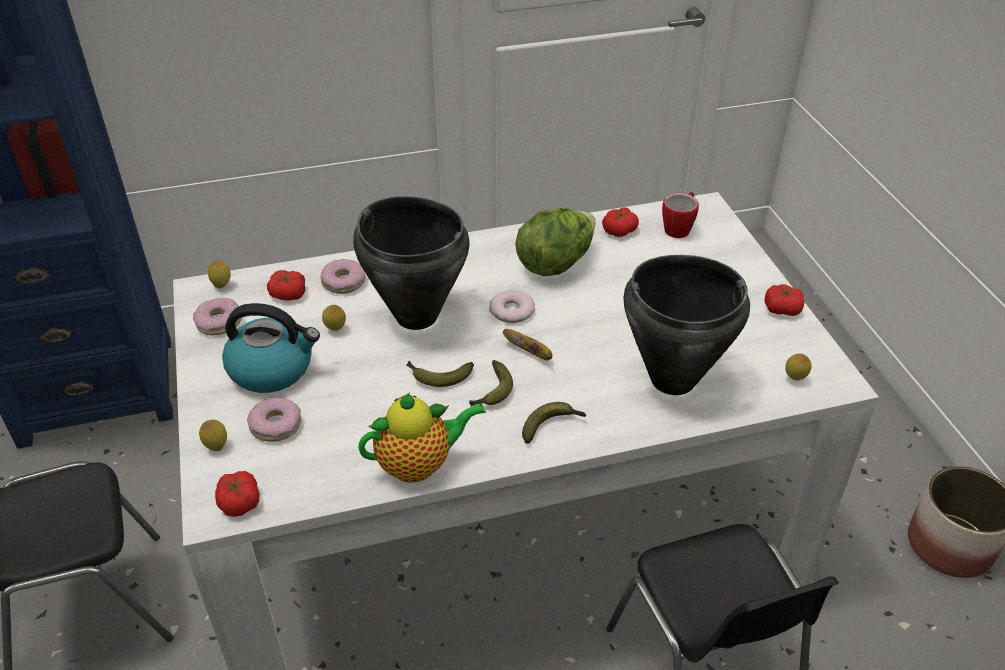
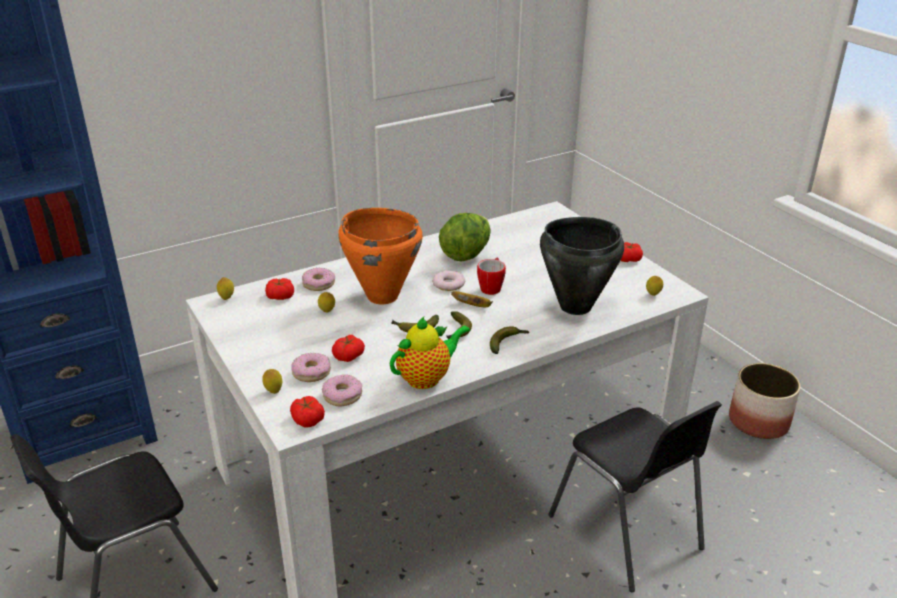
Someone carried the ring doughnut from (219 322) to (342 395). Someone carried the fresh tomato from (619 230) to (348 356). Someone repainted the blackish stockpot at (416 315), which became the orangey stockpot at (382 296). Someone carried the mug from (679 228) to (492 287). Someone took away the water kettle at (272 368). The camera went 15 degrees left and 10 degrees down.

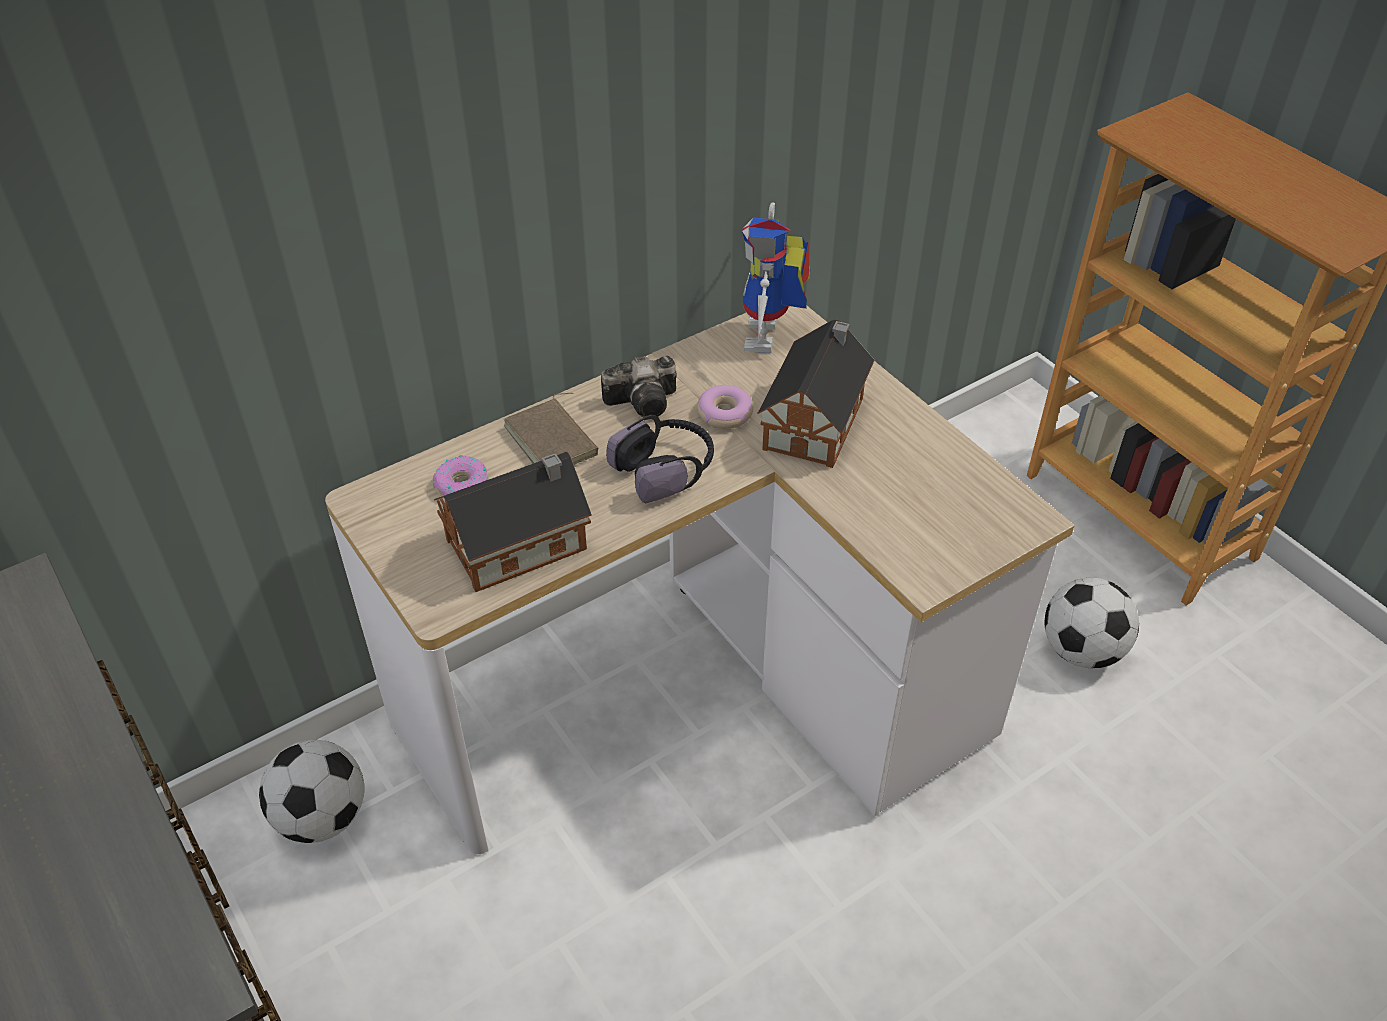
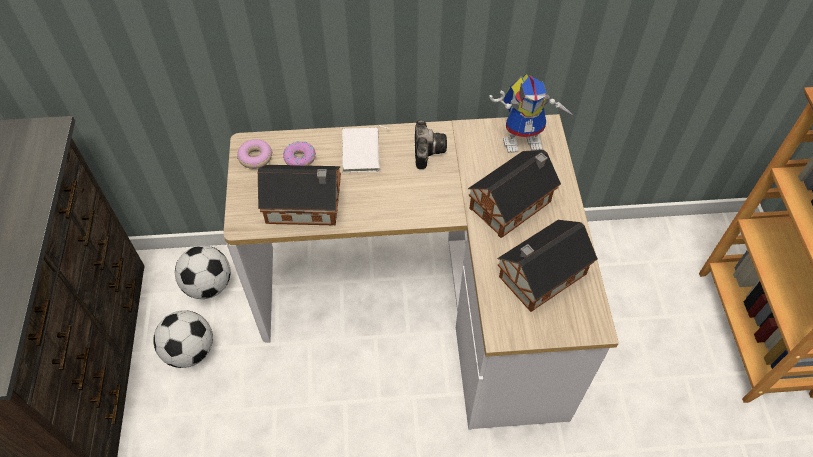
Someone carried the ball for football from (1081 650) to (190 350). Someone carried the ring doughnut from (724 413) to (255 157). Someone repainted the brownish book at (554 440), which became the whitish book at (363 152). Someone rotated the photo camera at (646 401) by 105 degrees counterclockwise. Someone rotated the model robot at (770 339) by 135 degrees counterclockwise. Someone put down the model house at (539 276). Someone took away the headphones at (665 470). The camera went 30 degrees right and 10 degrees up.

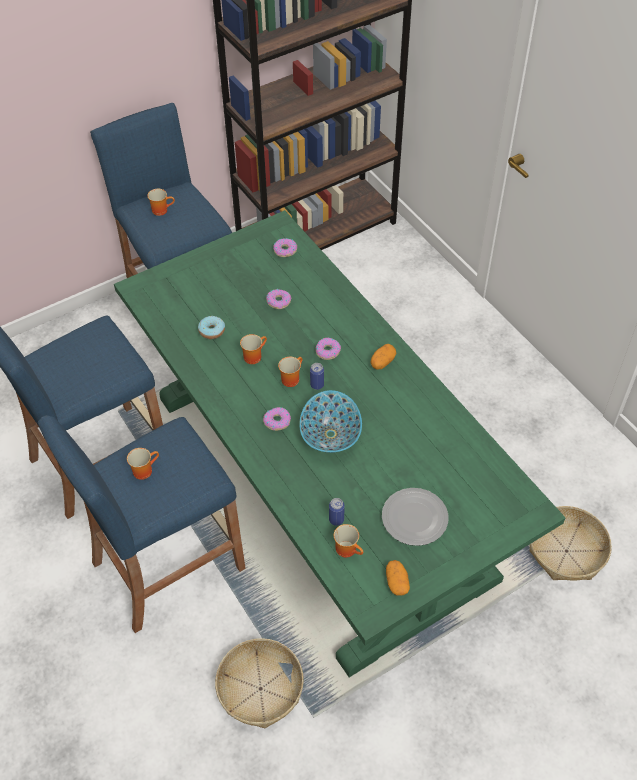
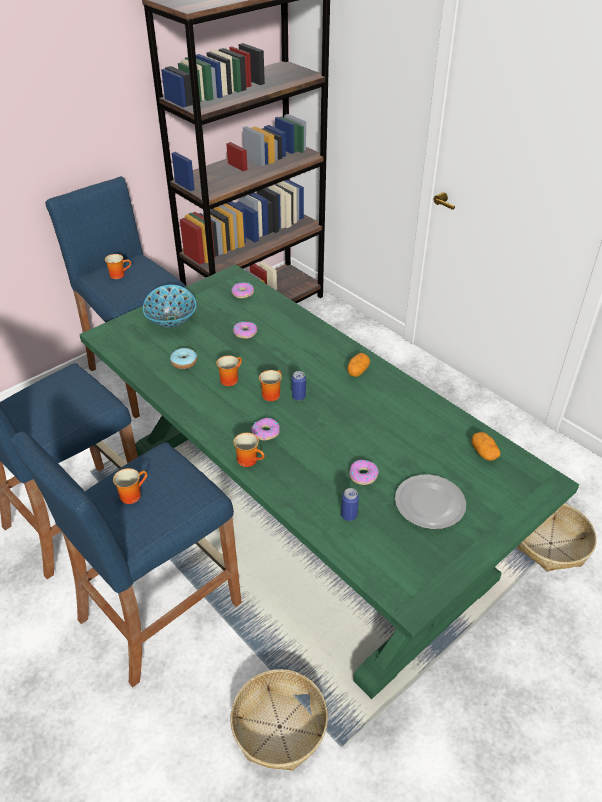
Someone carried the serving bowl from (330 435) to (171 320). Someone carried the mug from (348 549) to (250 460). Someone carried the ring doughnut from (327 351) to (363 475). Someone carried the potato from (397 582) to (483 453). The camera went 10 degrees left and 10 degrees down.

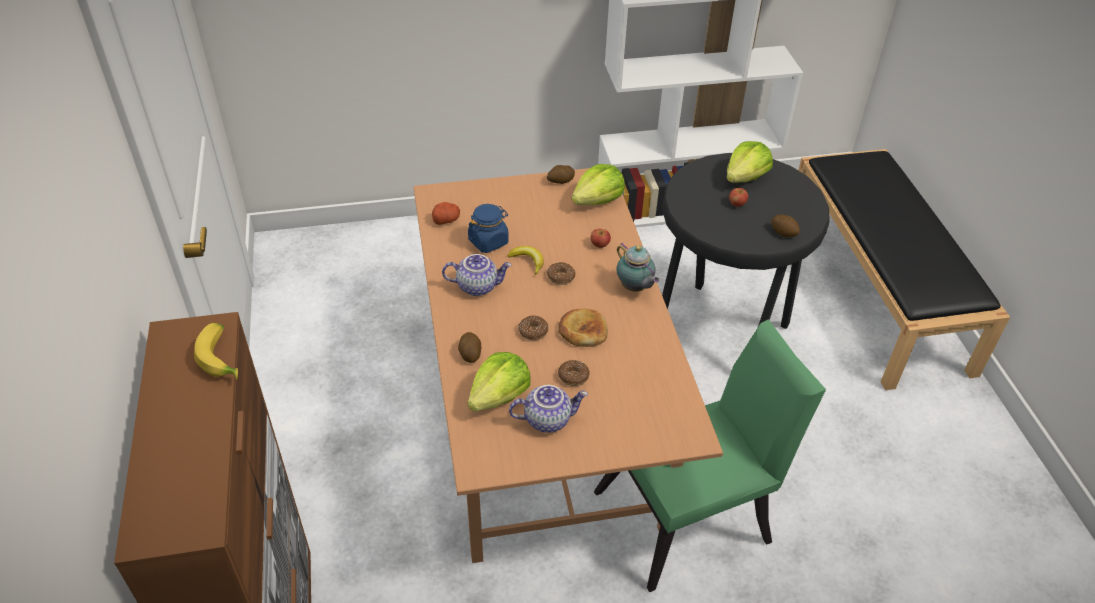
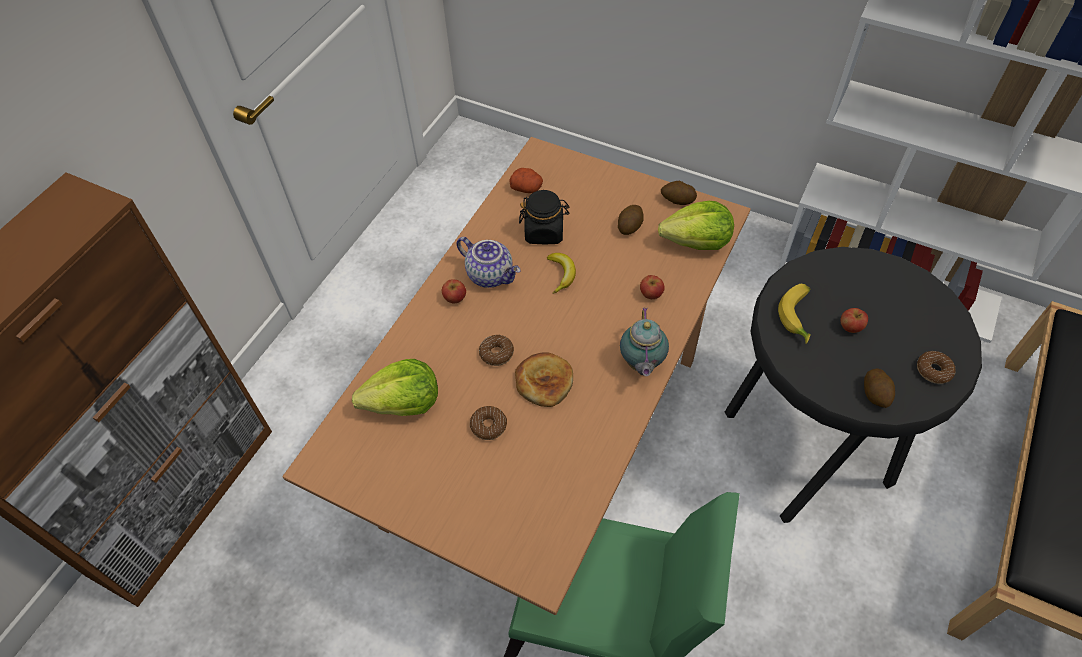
Someone put down the whole apple at (455 298). Someone repainted the blue jar at (488 241), which became the blackish jar at (544 232). Someone carried the potato from (470 354) to (629 226). Someone carried the whole banana from (223 358) to (799 317). Someone carried the ring doughnut from (561 277) to (933 370). Someone took away the tea pot at (548 419). Someone took away the lettuce head at (745 177). The camera went 40 degrees right and 10 degrees up.

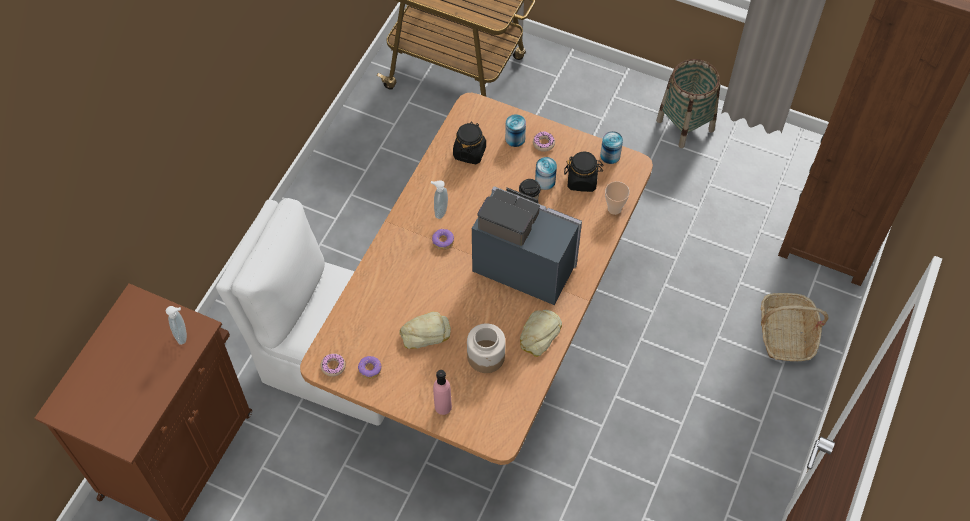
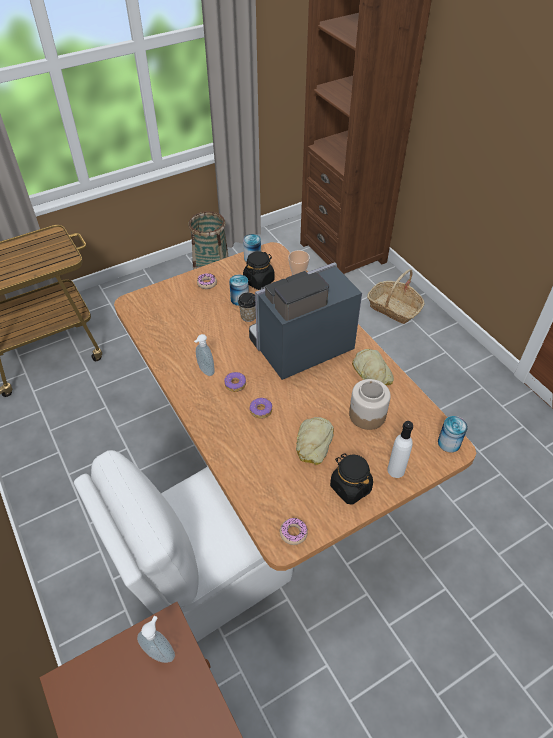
Someone carried the ring doughnut from (370 369) to (260 410). Someone carried the blackish jar from (469 152) to (350 487). Someone repainted the pink drink bottle at (443 407), which became the whitish drink bottle at (396 470). Someone carried the metal can from (515 138) to (449 443). The camera went 55 degrees left and 10 degrees down.

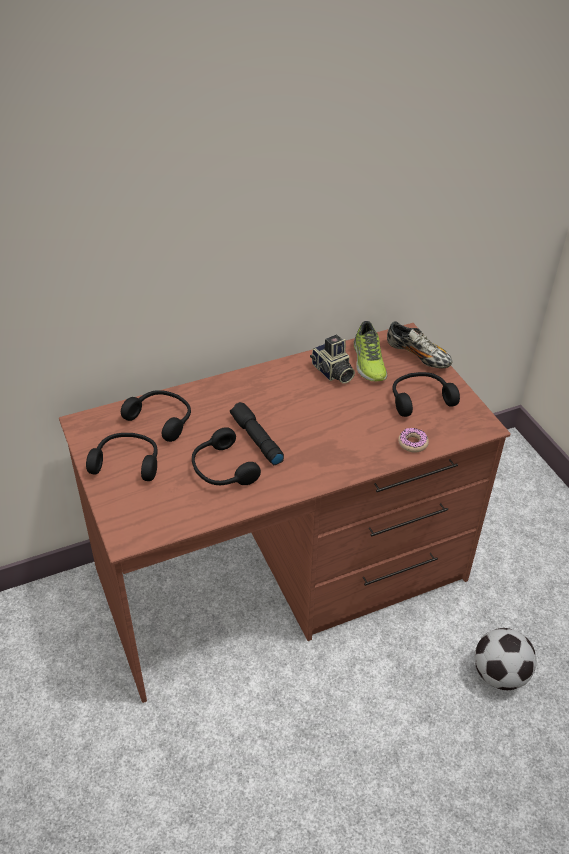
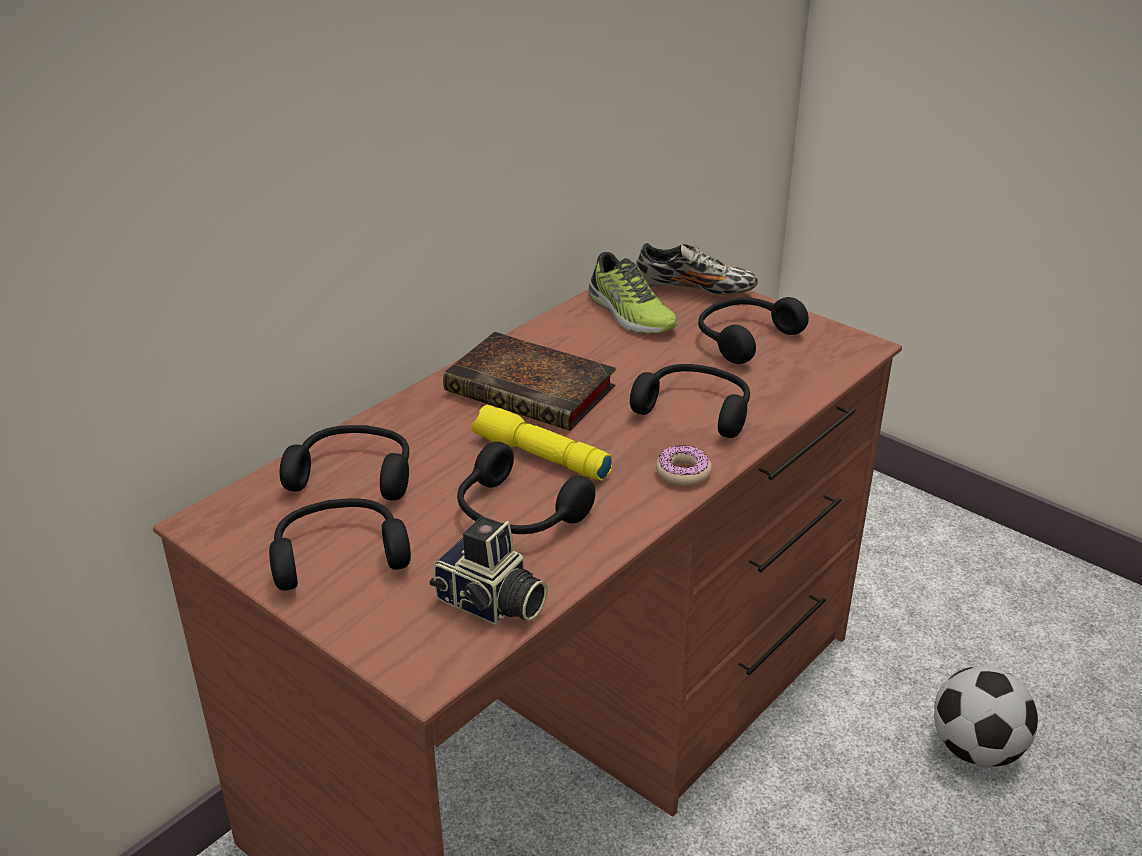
Someone carried the photo camera from (332 372) to (490 604). Someone put down the book at (534 390). Someone repainted the blackish hand torch at (256 439), which became the yellow-coloured hand torch at (540 456). Someone put down the blackish headphones at (696 409). Someone carried the ring doughnut from (413 443) to (683 472). The camera went 25 degrees left and 10 degrees down.

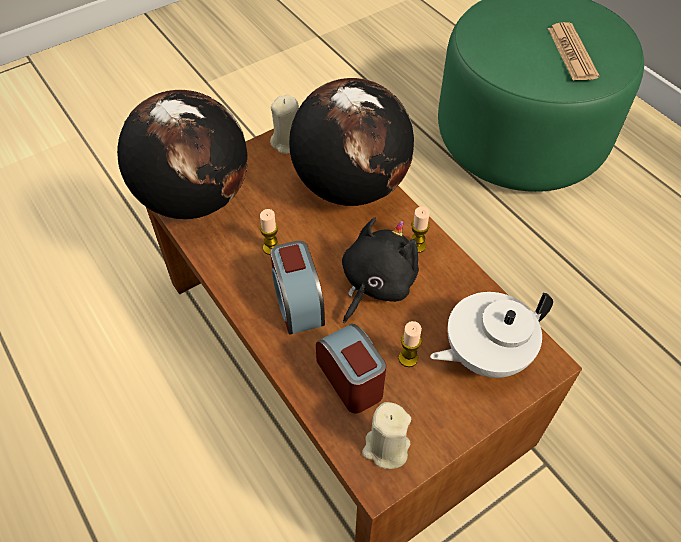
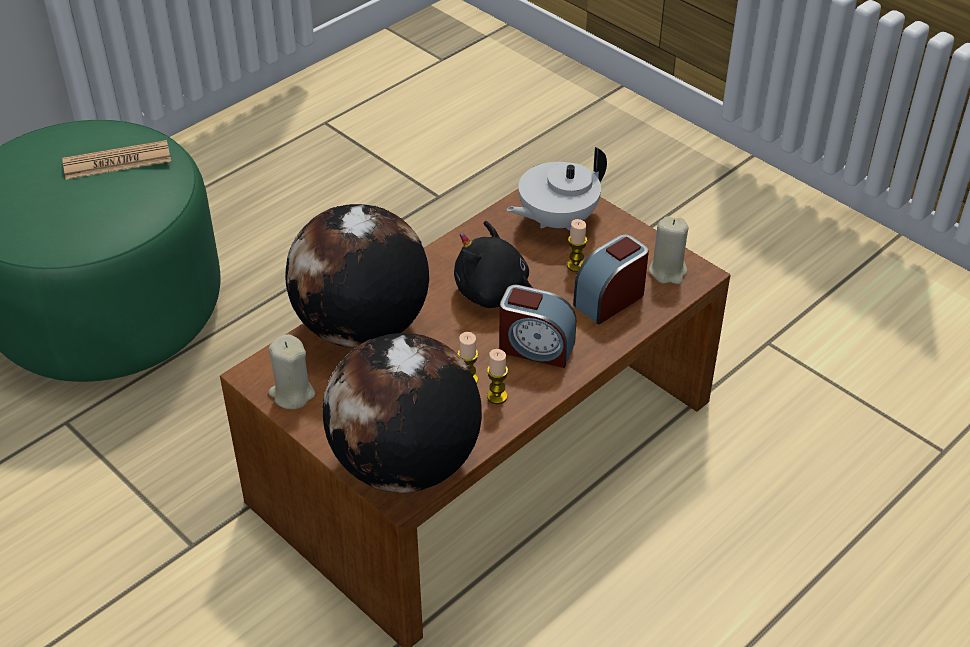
Someone carried the wax light from (417 245) to (497 396). Someone rotated the bedside clock at (298 303) by 45 degrees clockwise. Someone rotated the whitish tea pot at (484 354) by 90 degrees clockwise. The camera went 100 degrees left and 10 degrees down.

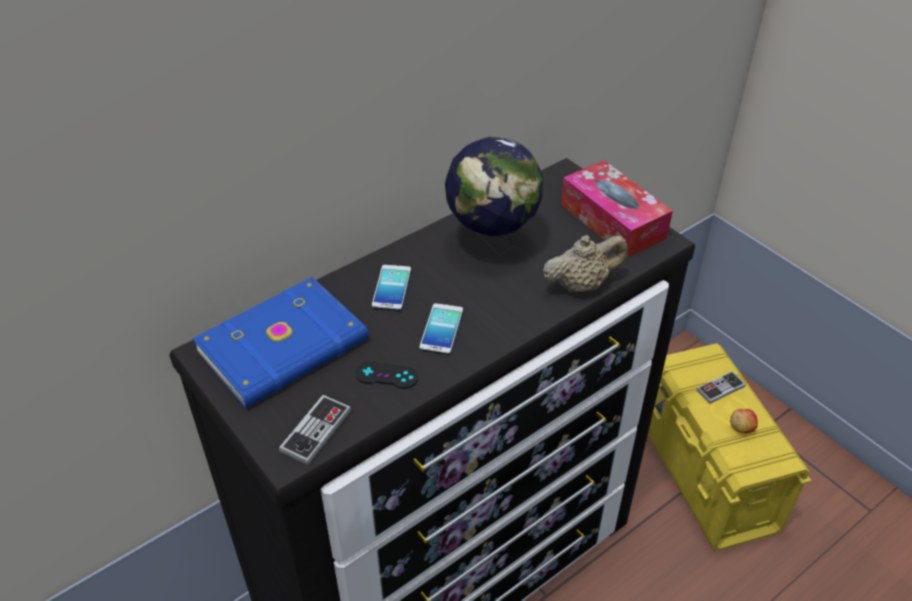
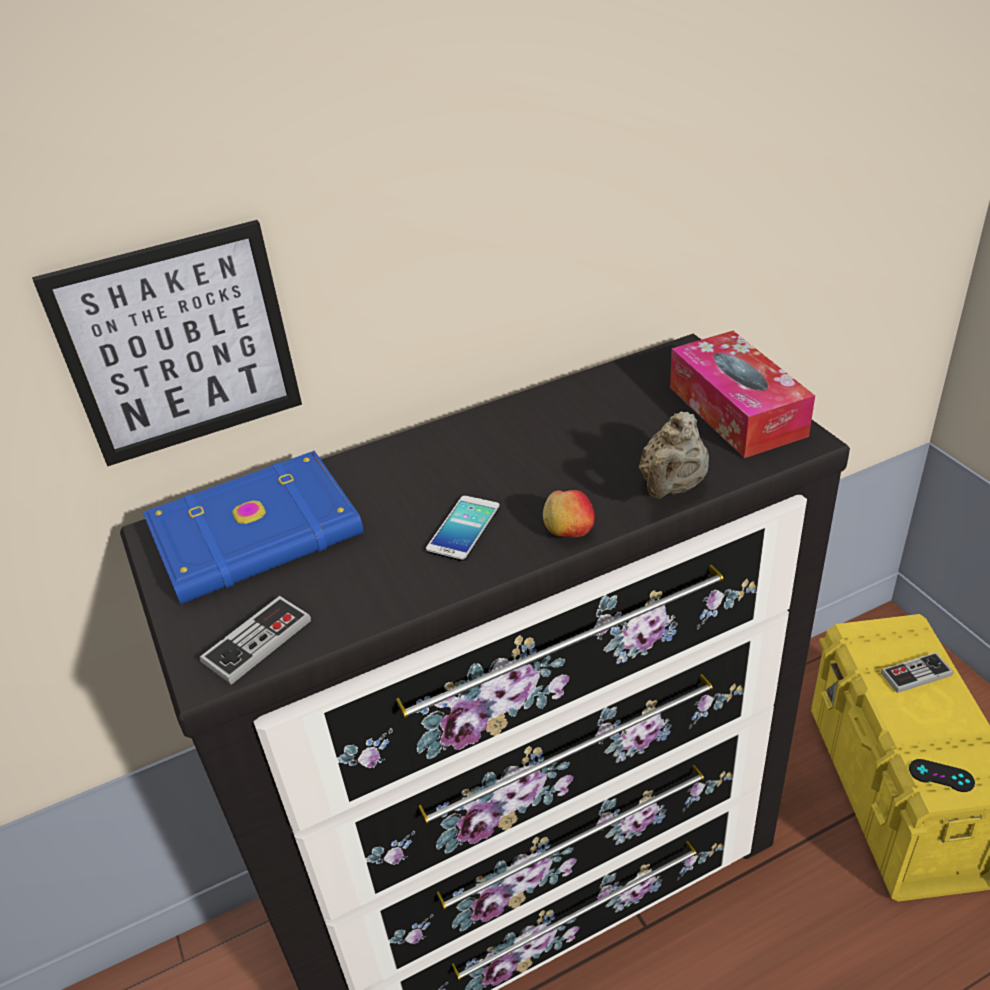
Someone put up the picture at (179 345). Someone carried the whole apple from (741 427) to (568 530). Someone rotated the sand-coloured tea pot at (582 284) by 120 degrees clockwise. Someone carried the blackish game controller from (386 375) to (941 776). Someone took away the telephone at (392 288). Someone took away the globe at (492 244). The camera went 15 degrees right and 5 degrees down.

